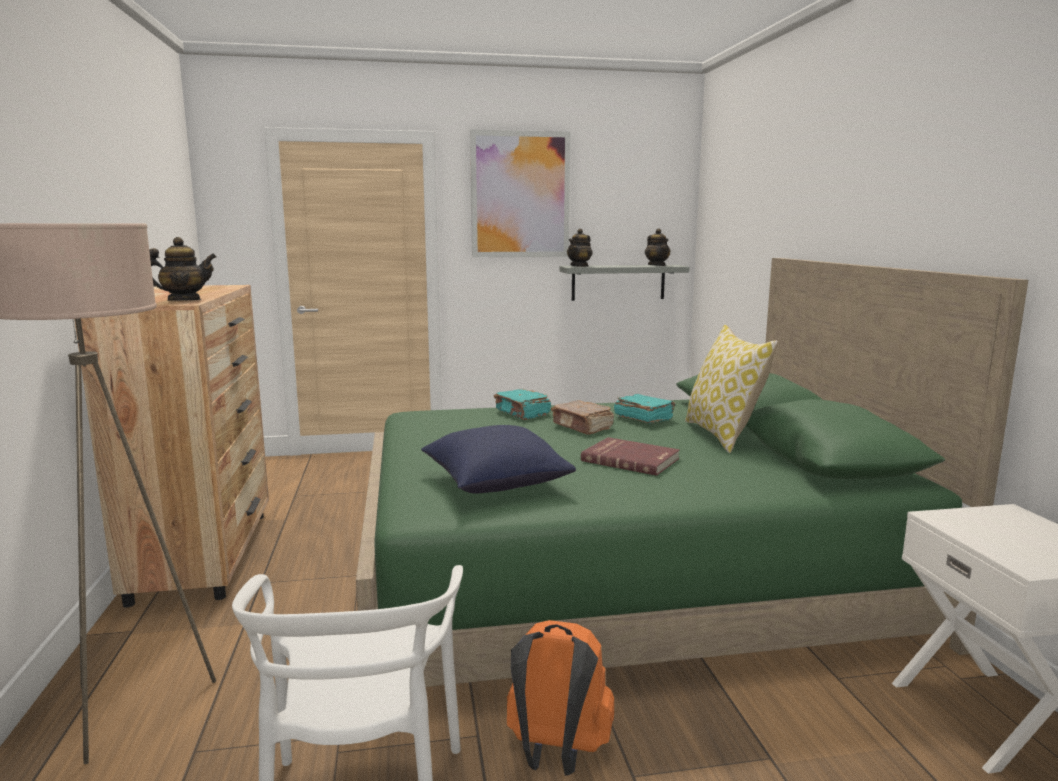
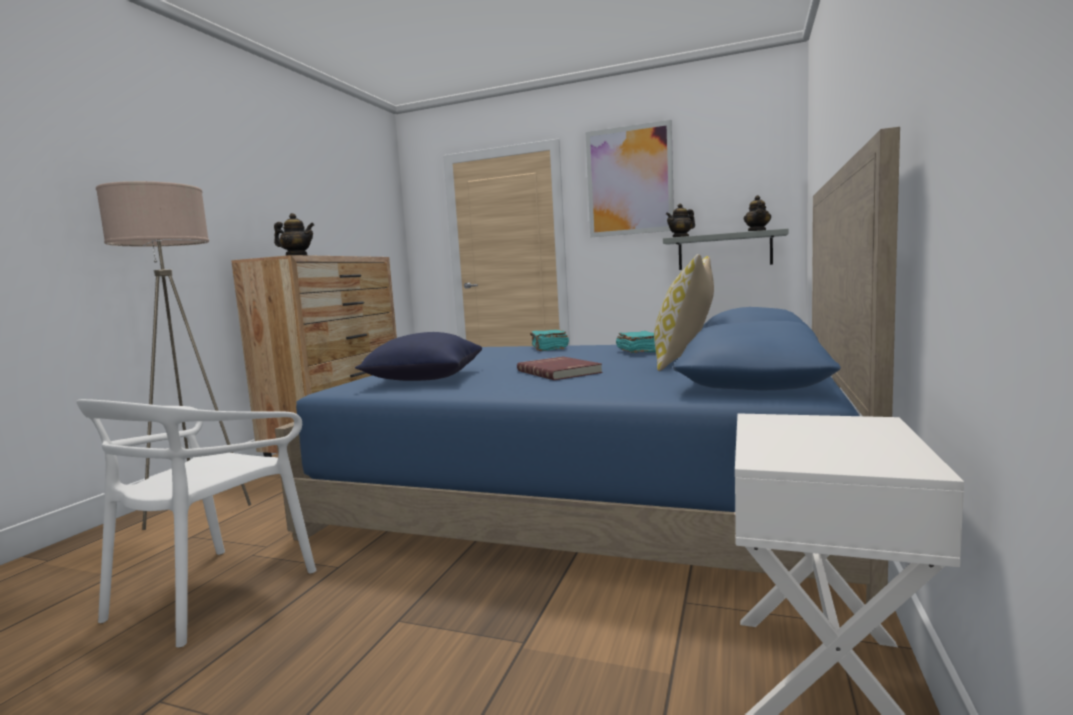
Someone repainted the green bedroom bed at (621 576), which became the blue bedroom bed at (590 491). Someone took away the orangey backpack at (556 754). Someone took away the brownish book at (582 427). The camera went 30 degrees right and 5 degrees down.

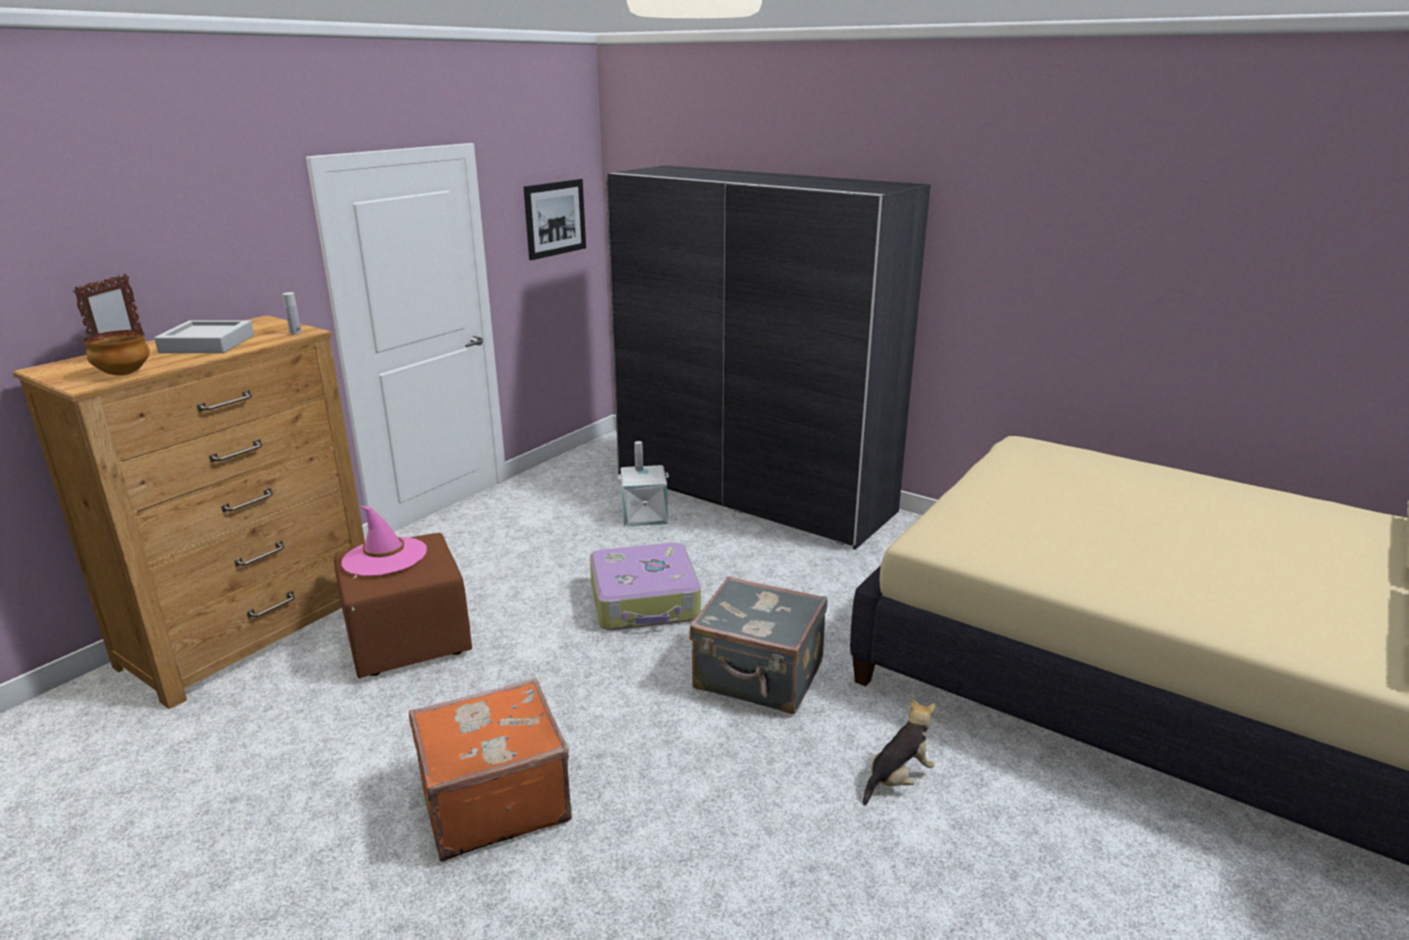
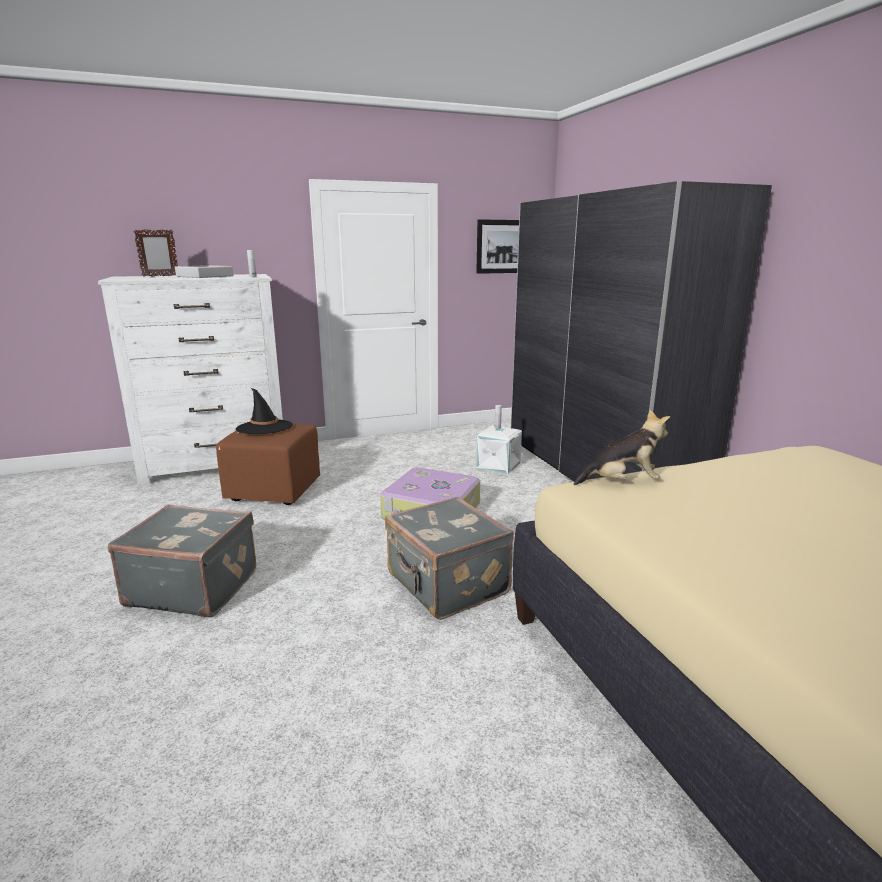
Someone repainted the brownish chest of drawers at (252 633), which became the whitish chest of drawers at (216 464). Someone repainted the orangey travel case at (493 800), which became the gray travel case at (194 587). Someone repainted the pink clothing hat at (384 557), which became the blackish clothing hat at (264 427). Someone carried the plush toy from (898 779) to (622 482). Someone took away the serving bowl at (123 374). The camera went 35 degrees right and 5 degrees down.

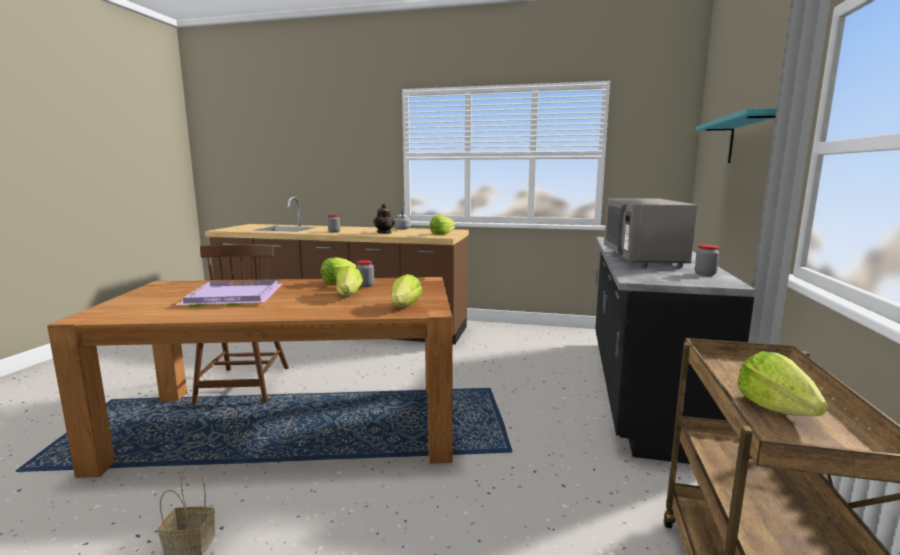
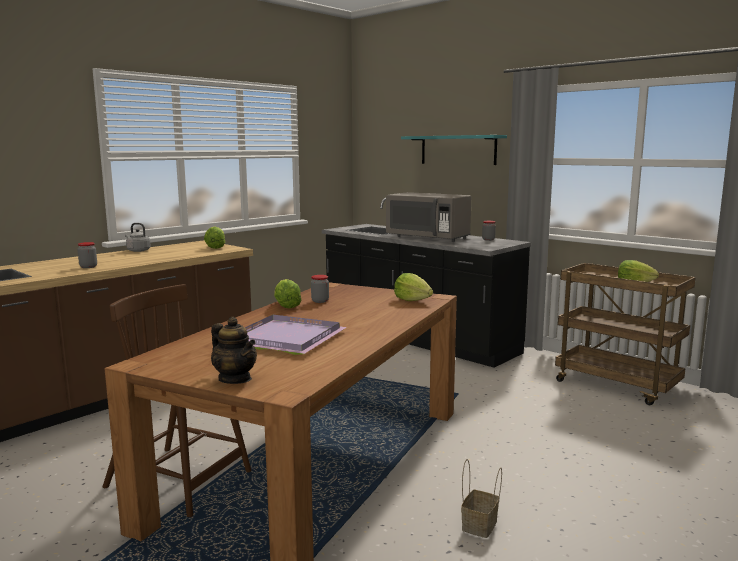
Someone carried the tea pot from (384 233) to (235 379). Someone took away the lettuce head at (349 295). The camera went 60 degrees left and 0 degrees up.

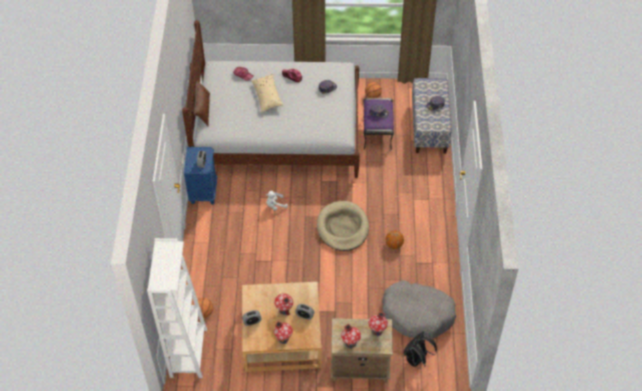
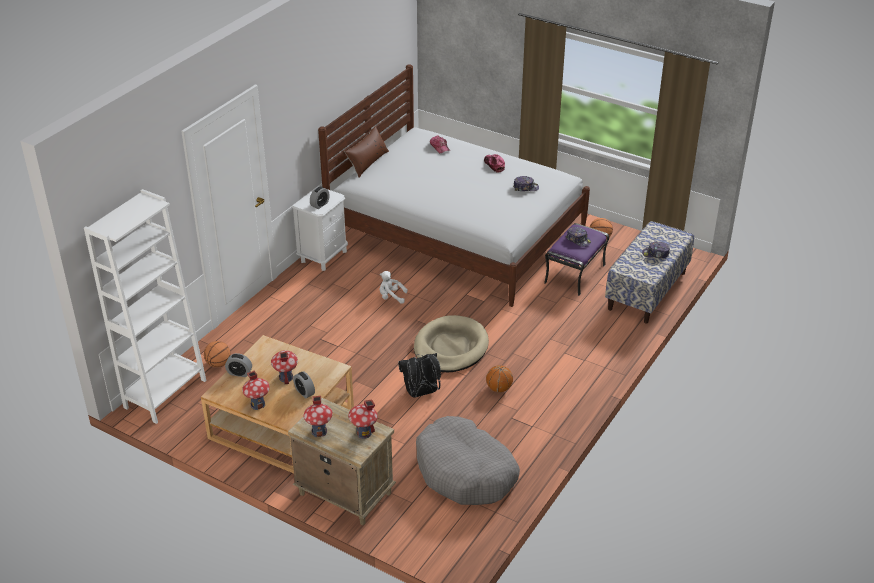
Someone repainted the blue nightstand at (203 192), which became the whitish nightstand at (323 256). Someone carried the blackish backpack from (417 360) to (421 393). Someone took away the sand-coloured throw pillow at (267 96). The camera went 30 degrees right and 15 degrees down.

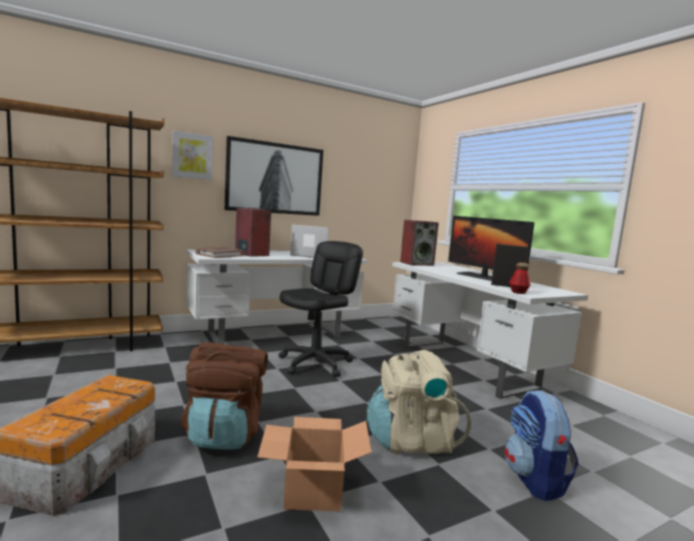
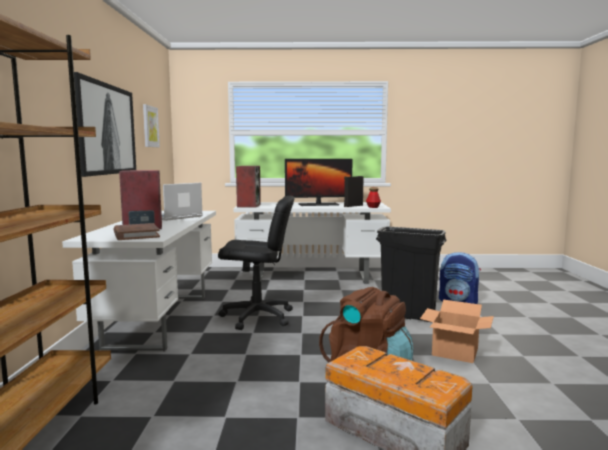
Someone carried the picture from (192 156) to (150 126). Someone rotated the blackish desk chair at (315 363) by 120 degrees clockwise. Someone swapped the sand-coloured backpack at (411 441) for the blackish waste bin at (408 316). The camera went 60 degrees left and 0 degrees up.

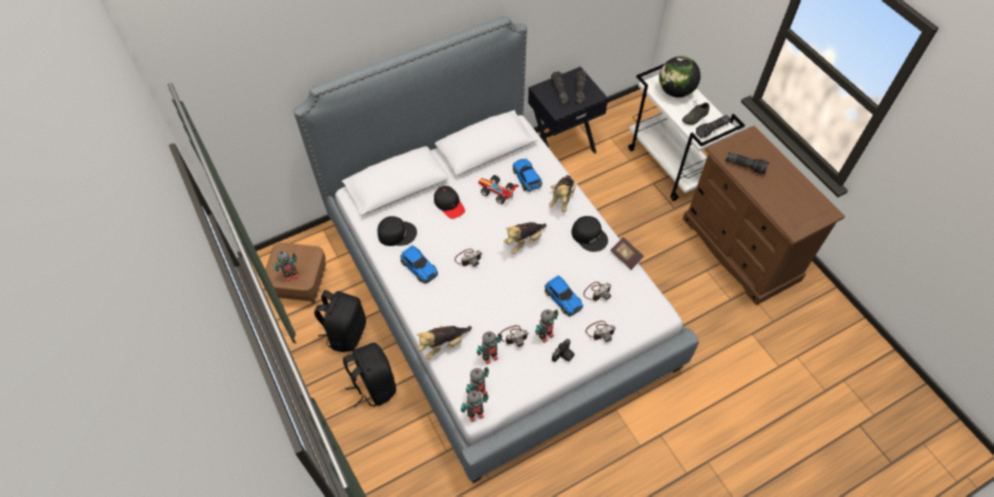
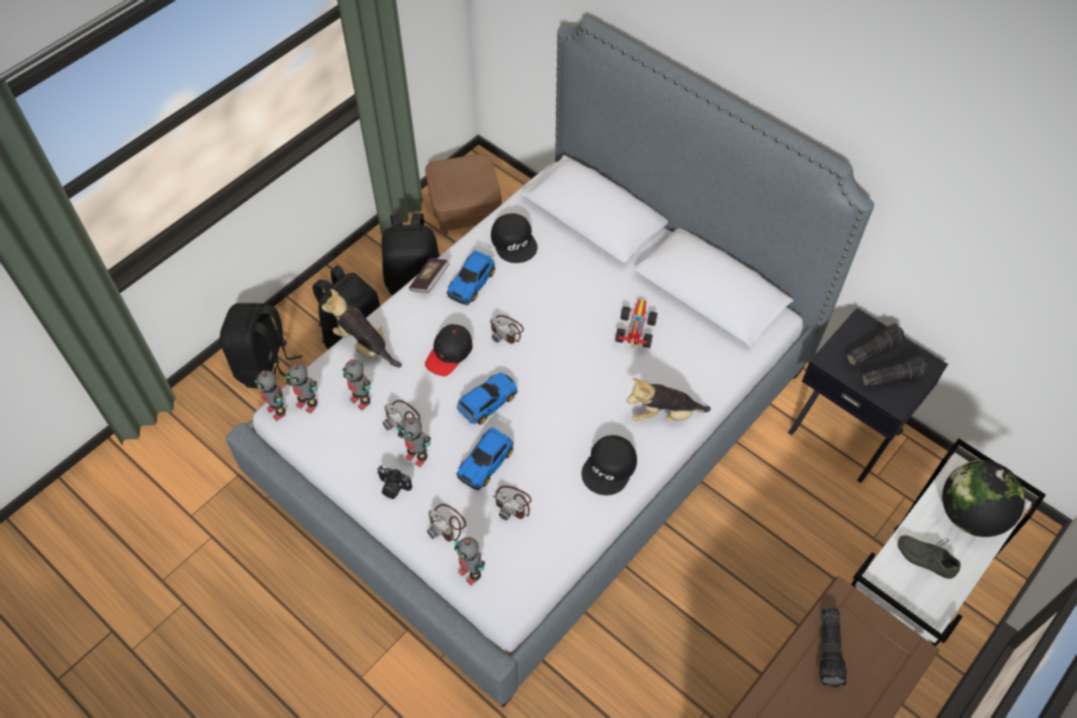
Someone put down the blackish backpack at (265 366). Someone carried the book from (626 257) to (429 281). Someone carried the blackish baseball cap from (449 204) to (449 353). Someone carried the model robot from (291 275) to (471 573). Someone carried the miniature car from (527 178) to (486 402). Someone took away the plush toy at (524 242). Someone took away the hand torch at (712 130). The camera went 70 degrees right and 0 degrees up.

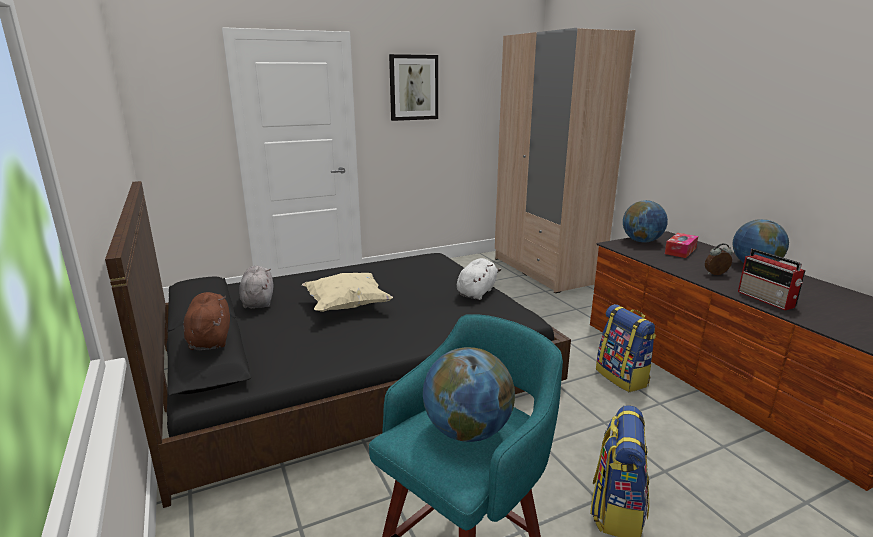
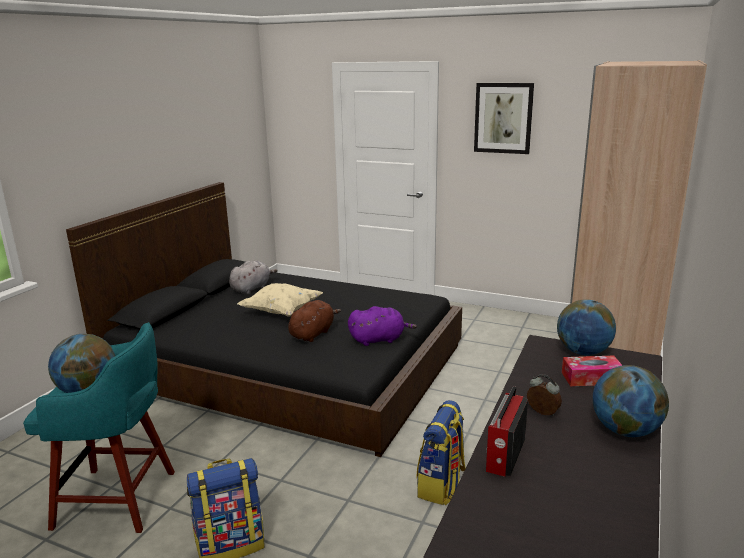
Someone carried the brownish plush toy from (210 339) to (313 334). Someone repainted the whitish plush toy at (477 292), which became the purplish plush toy at (379 339). The camera went 50 degrees right and 0 degrees up.

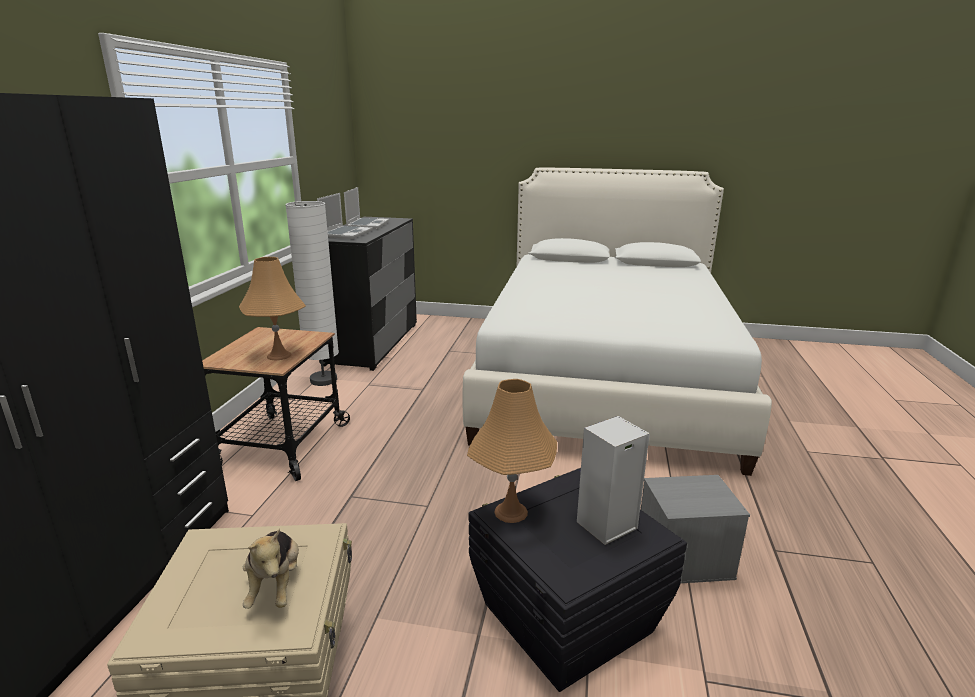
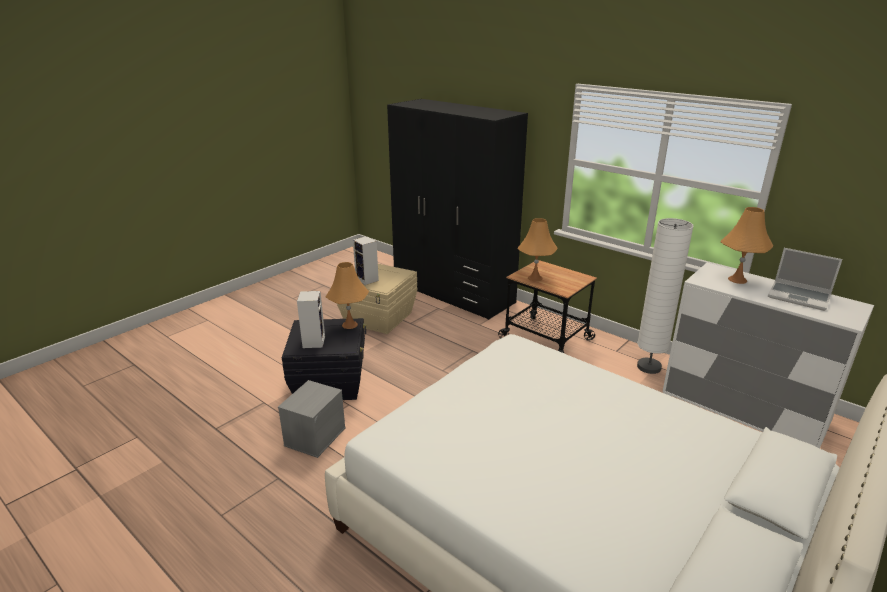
Someone swapped the plush toy at (275 586) for the loudspeaker at (368 280). Someone repainted the blackish chest of drawers at (372 343), which became the whitish chest of drawers at (743 409). Someone swapped the portable computer at (346 233) for the orangey lamp for a table at (737 280). The camera went 120 degrees right and 5 degrees up.

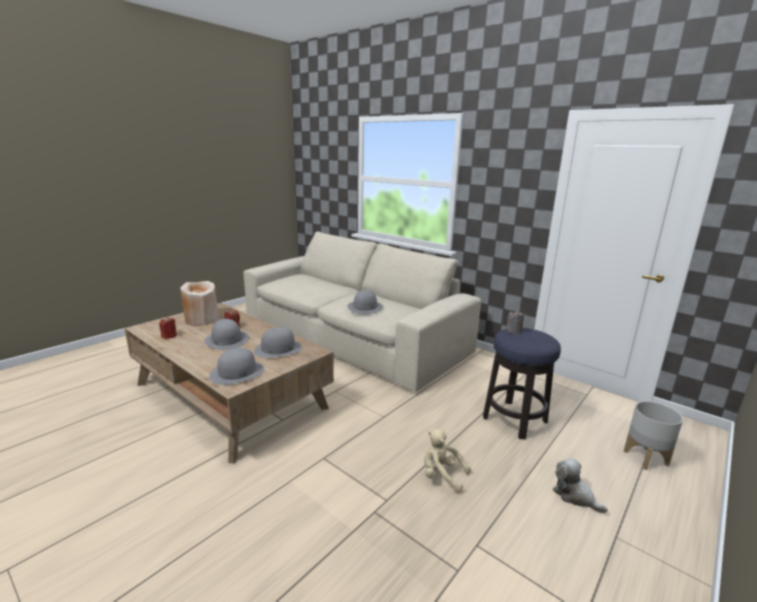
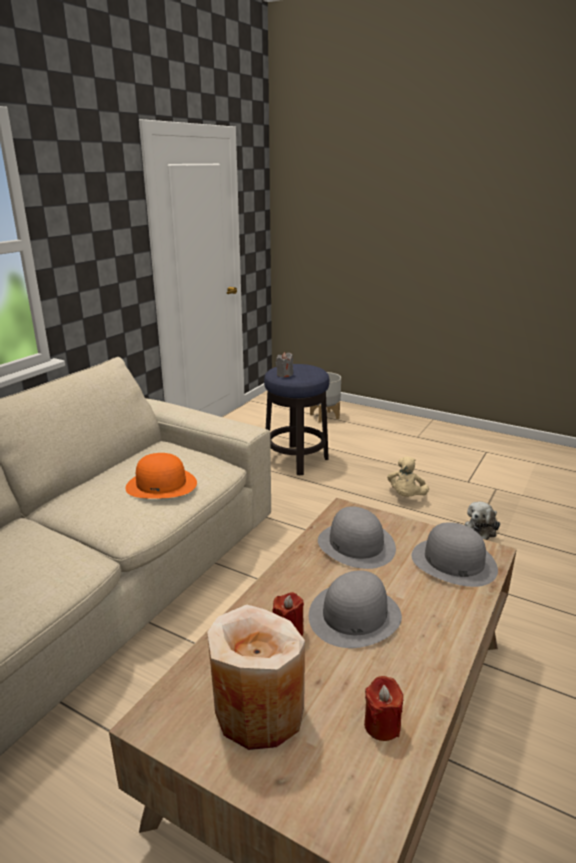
Someone repainted the gray clothing hat at (365 307), which became the orangey clothing hat at (161 484). Someone carried the plush toy from (574 496) to (482 529). The camera went 100 degrees left and 5 degrees up.

